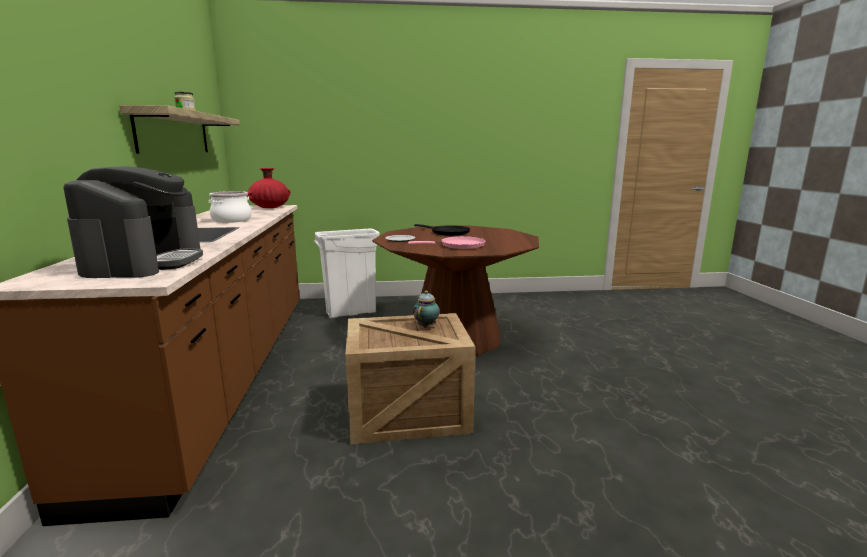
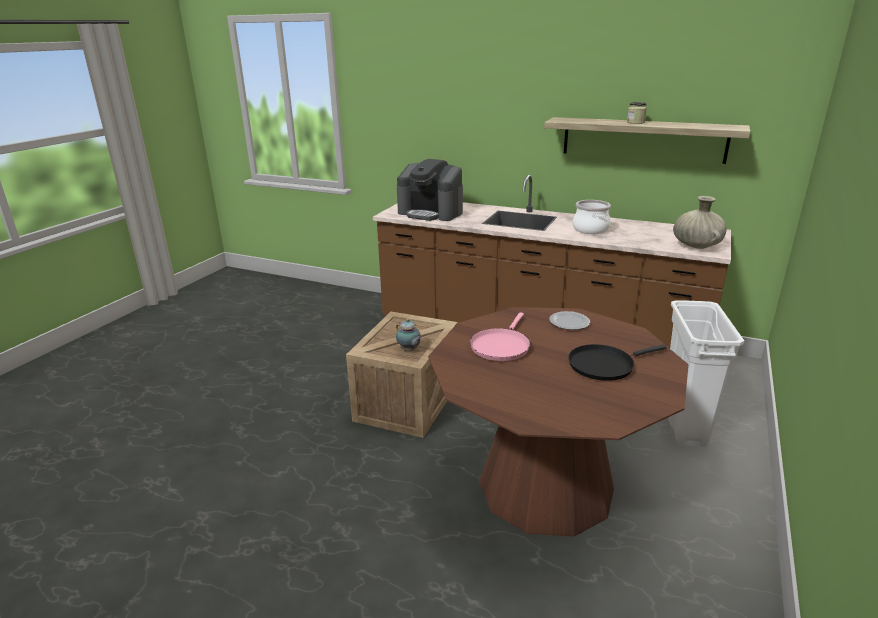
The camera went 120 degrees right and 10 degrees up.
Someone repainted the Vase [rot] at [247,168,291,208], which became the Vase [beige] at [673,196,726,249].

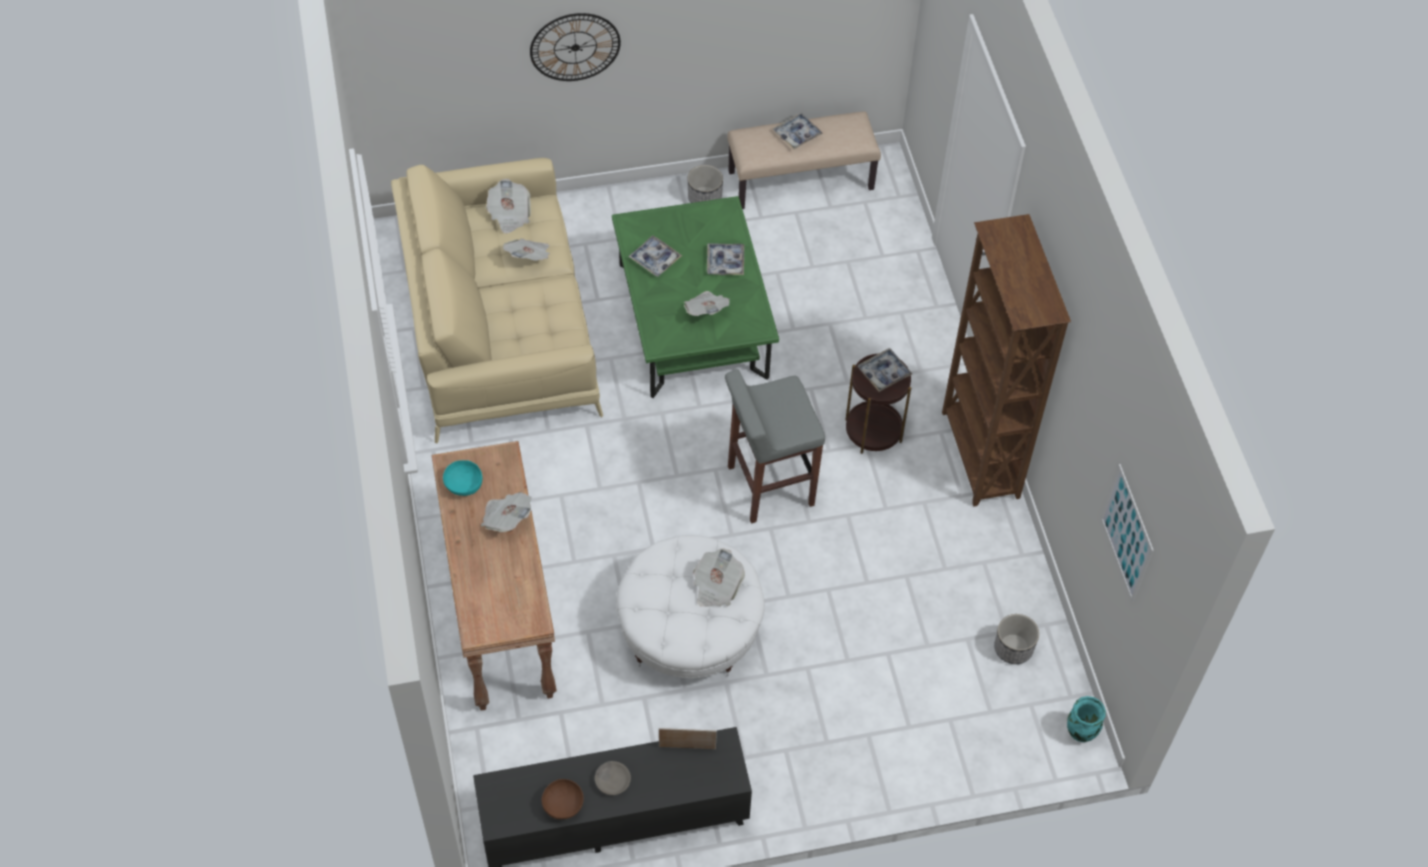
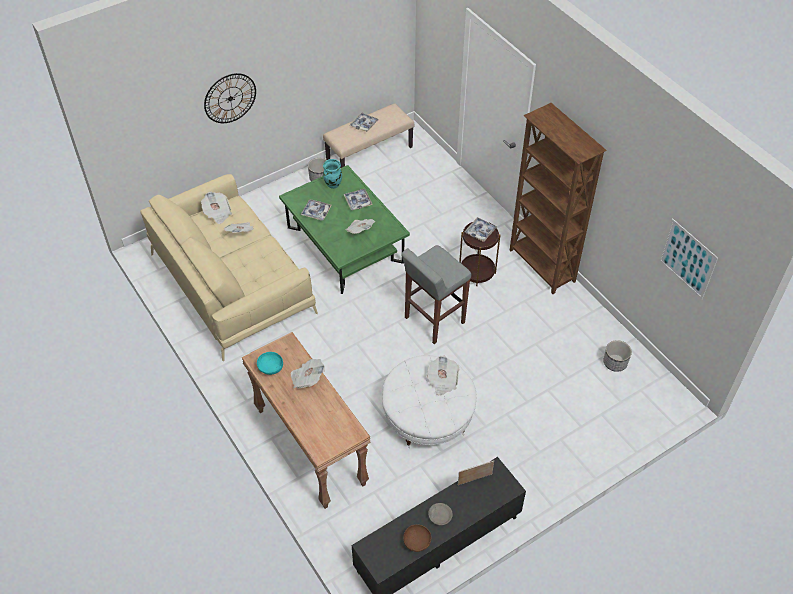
The camera went 20 degrees left and 5 degrees down.
Someone carried the Vase [türkis] from [1067,696,1106,742] to [323,159,342,189].

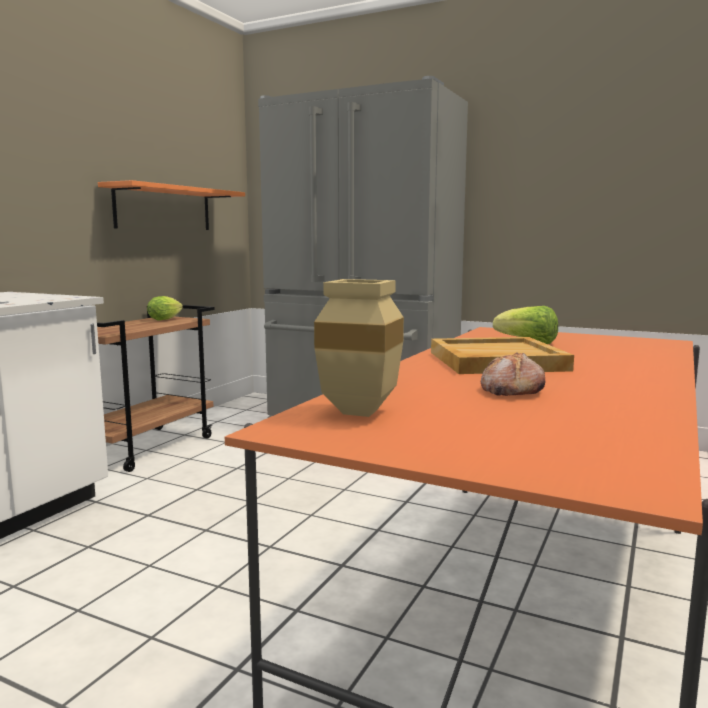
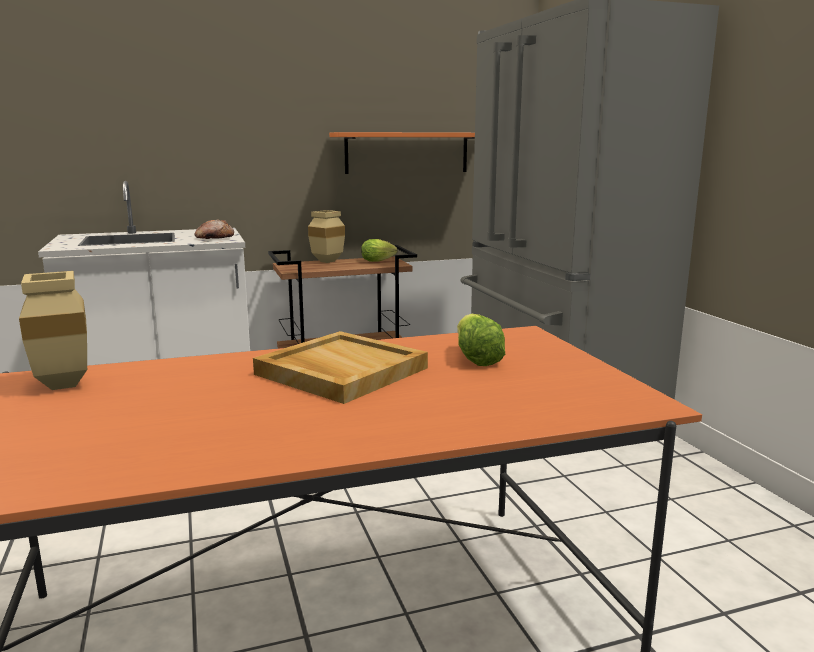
The camera went 45 degrees right and 5 degrees up.
Someone carried the Brot from [481,353,545,396] to [195,219,234,239].
Someone put down the Vase [beige] at [308,210,345,263].

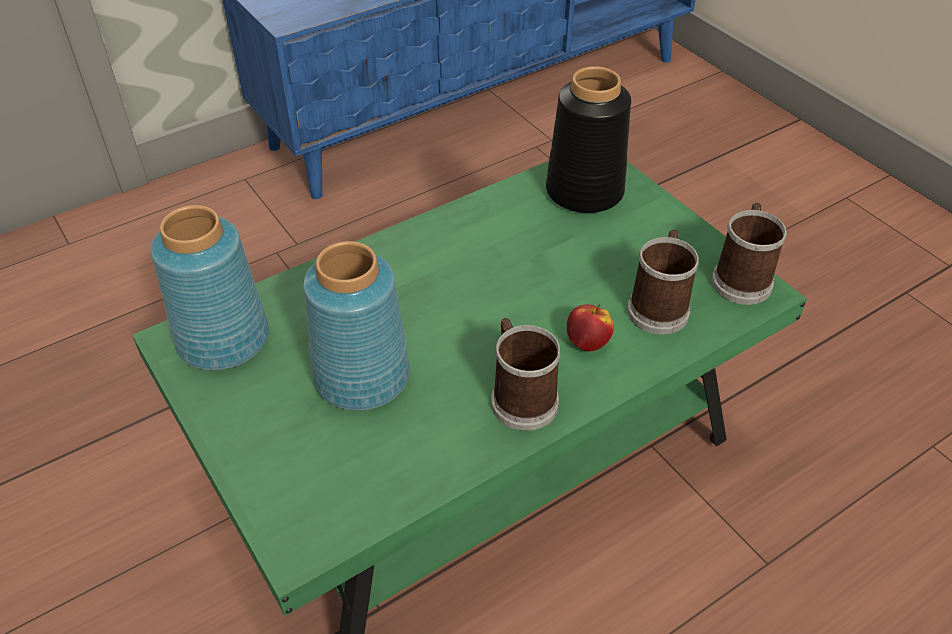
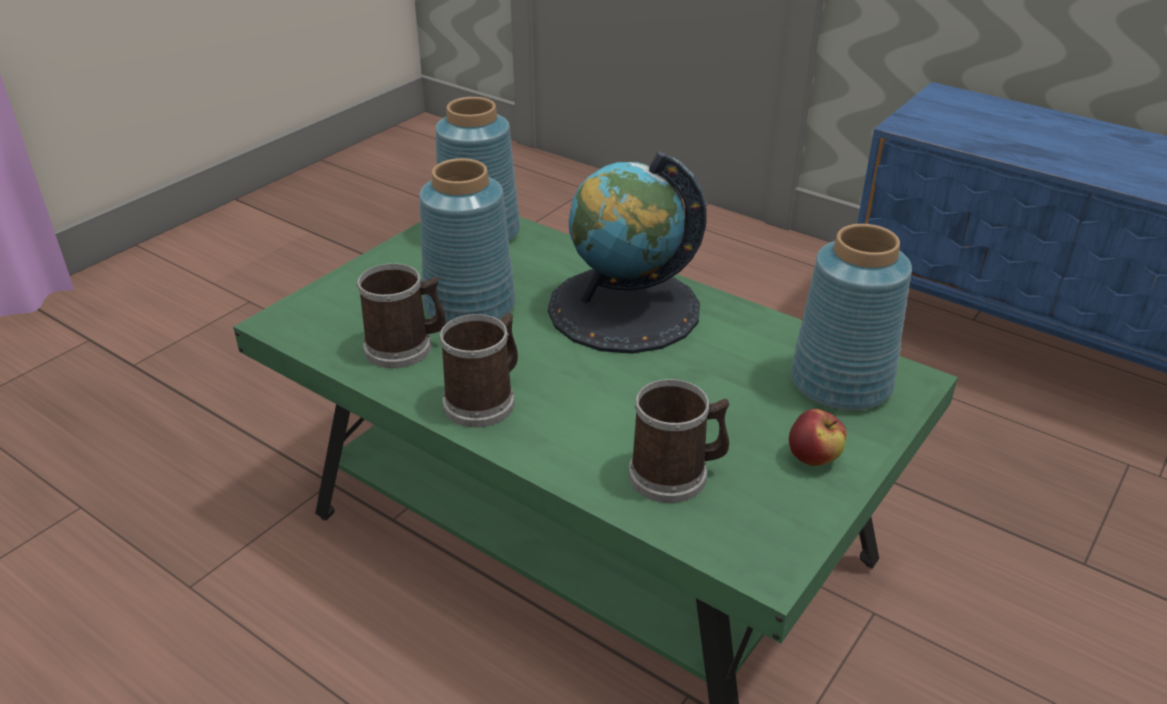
The camera went 70 degrees right and 10 degrees down.
Someone carried the Henkelbecher from [711,203,787,305] to [357,263,446,368].
Someone put down the Globus at [548,151,707,354].
Someone carried the Apfel from [567,304,614,351] to [789,409,847,466].
Someone repainted the Vase [schwarz] at [546,66,631,213], which became the Vase [blau] at [791,224,912,410].

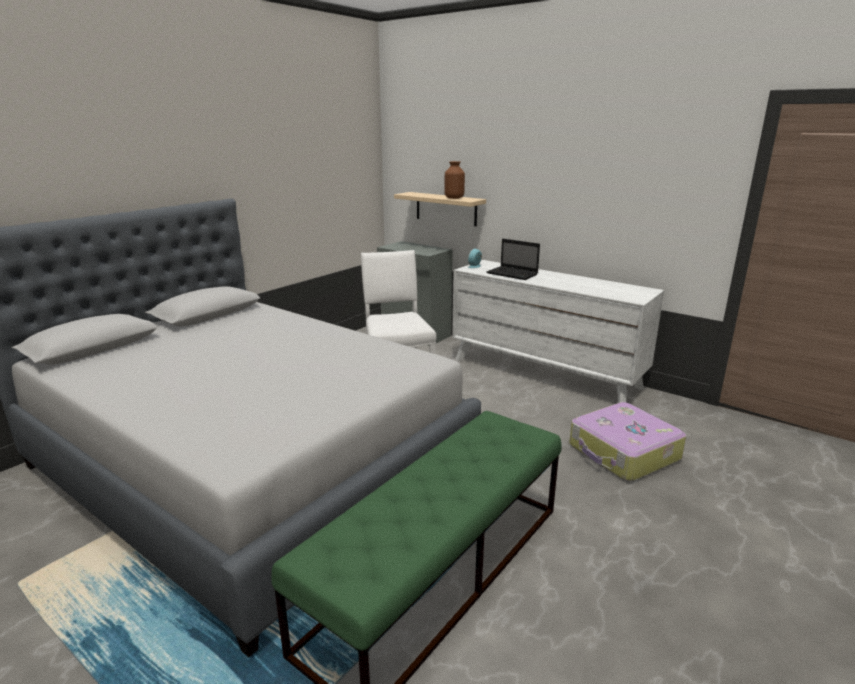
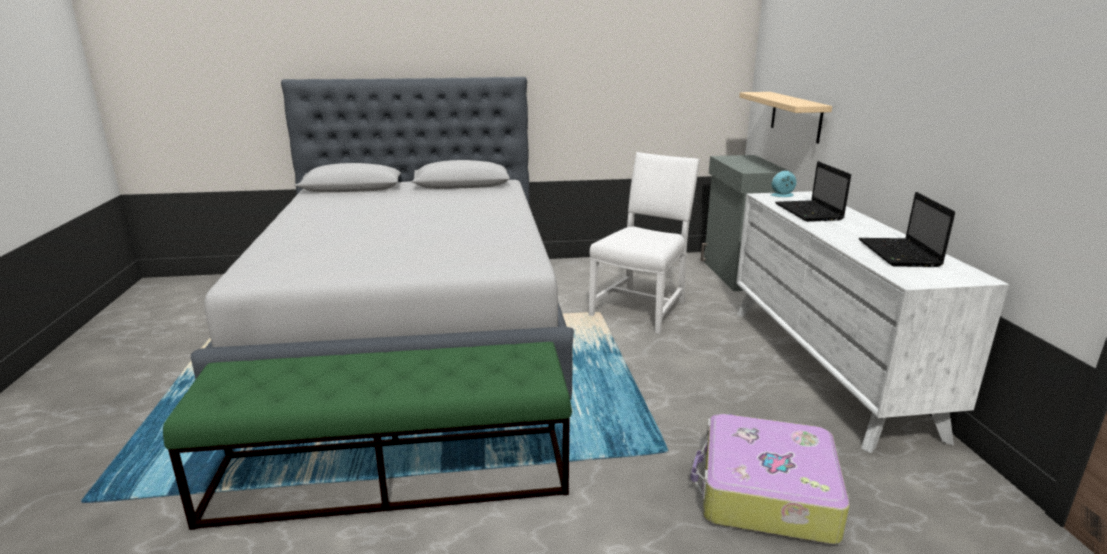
The camera went 45 degrees right and 0 degrees up.
Someone put down the Laptop at [859,192,955,267].
Someone took away the Vase [braun] at [444,161,465,199].

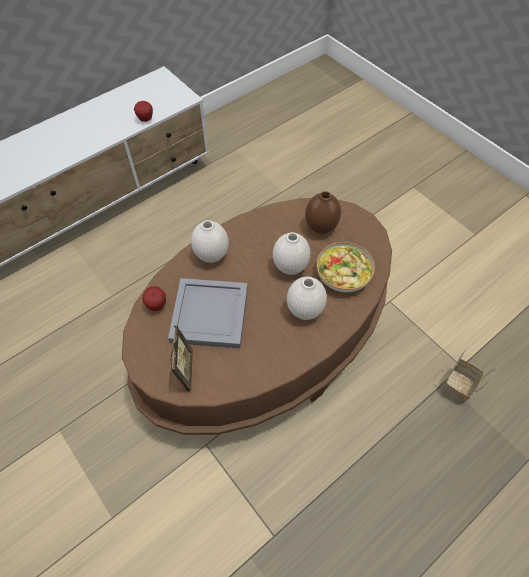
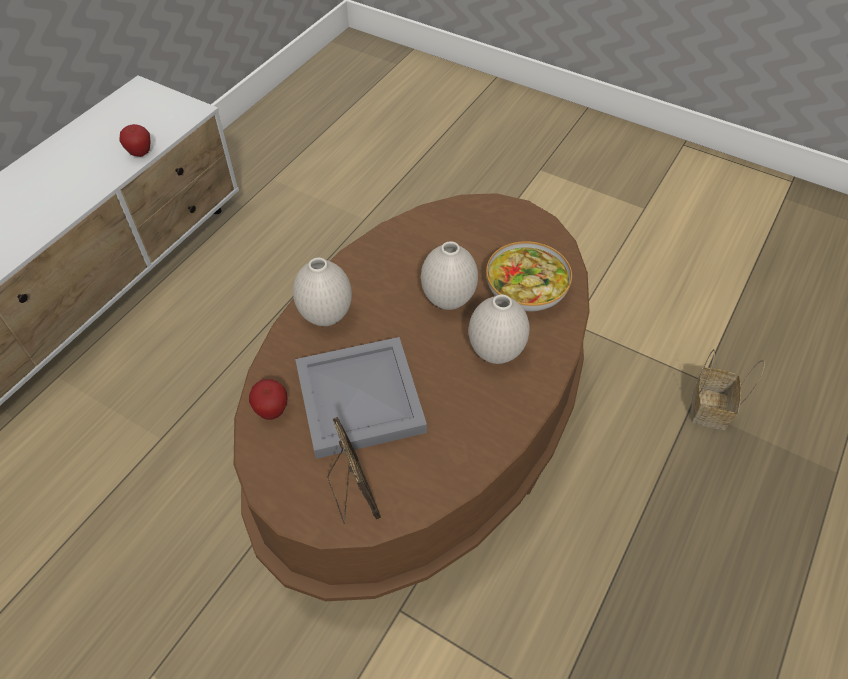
The camera went 20 degrees left and 5 degrees down.
Someone took away the Vase [braun] at [305,191,341,234].

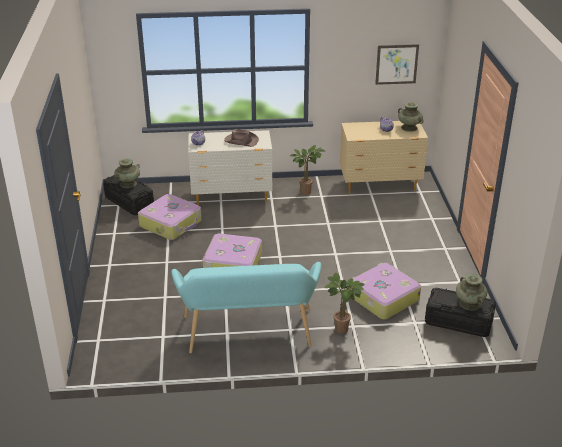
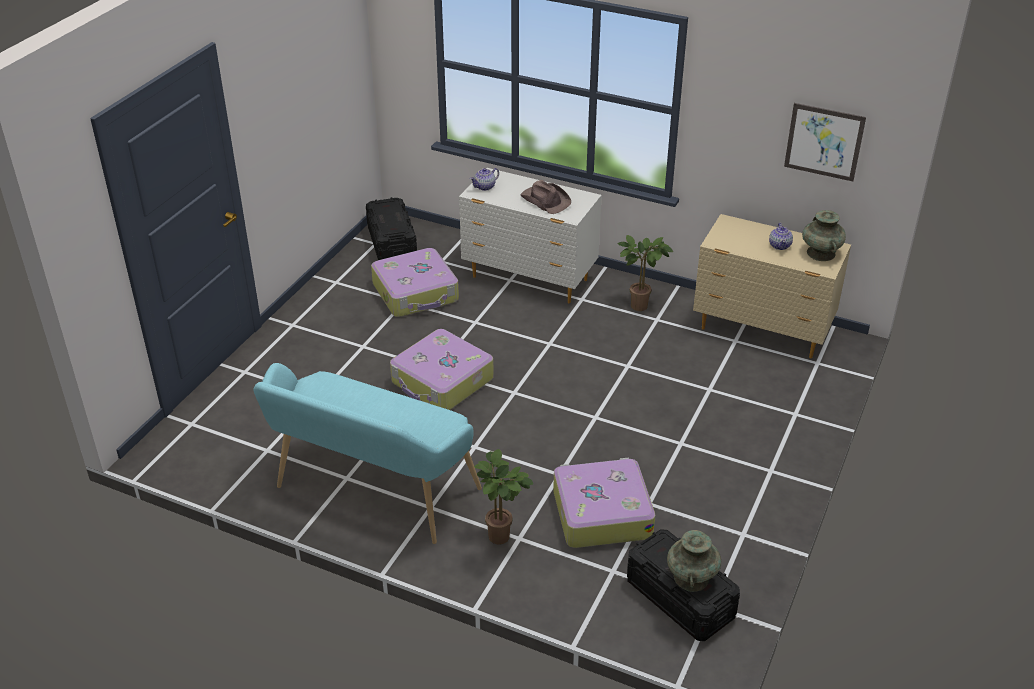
The camera went 30 degrees right and 5 degrees up.
Someone took away the Vase [türkis] at [114,158,140,188].

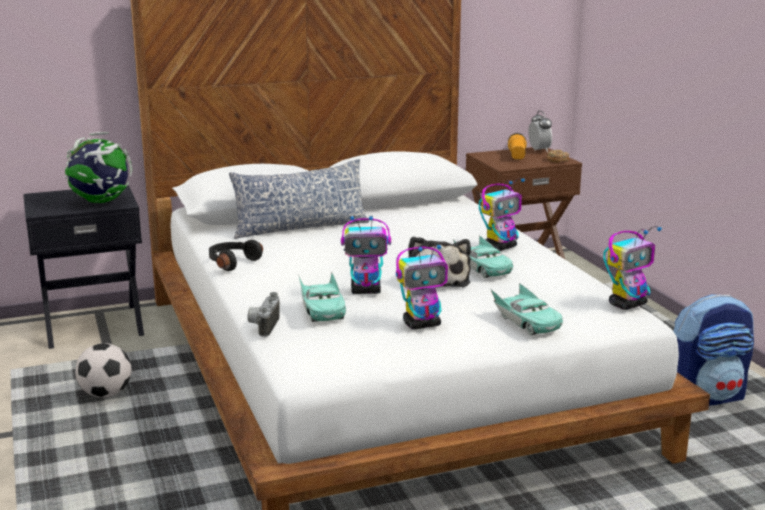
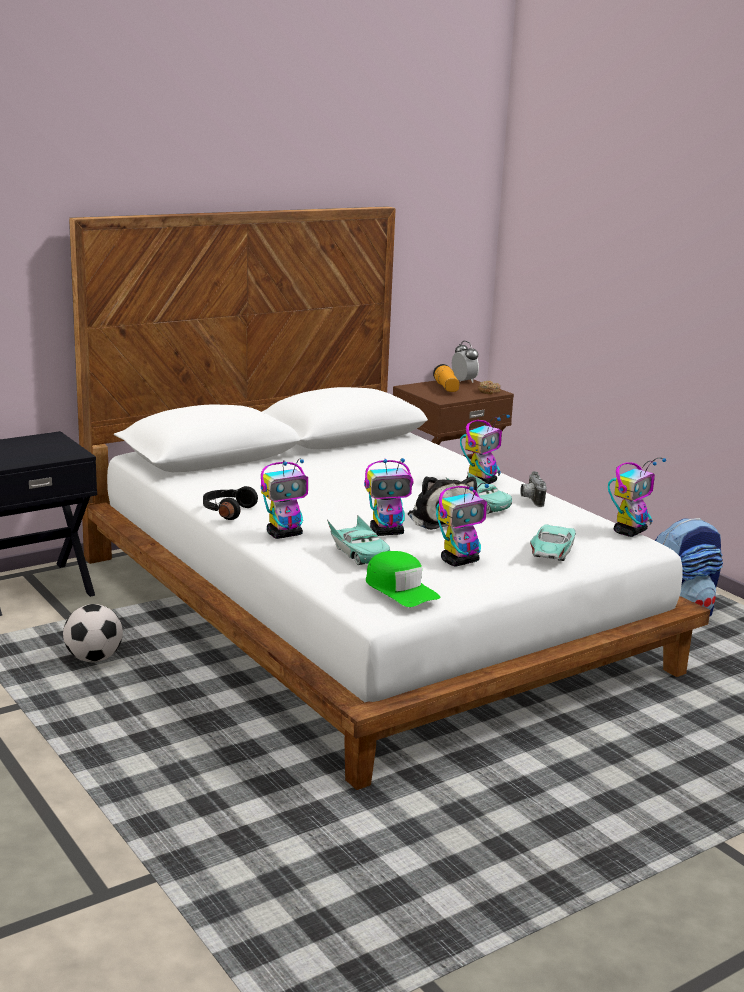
The camera went 15 degrees left and 0 degrees up.
Someone put down the Spielzeugroboter at [261,459,308,539].
Someone put down the Kappe [grün] at [366,551,440,607].
Someone carried the Kamera from [248,292,280,337] to [520,471,547,507].
Someone rotated the Spielzeugauto [türkis] at [490,283,563,335] by 120 degrees counterclockwise.
Someone took away the Globus at [65,132,132,203].
Someone took away the Kissen at [229,159,370,239].

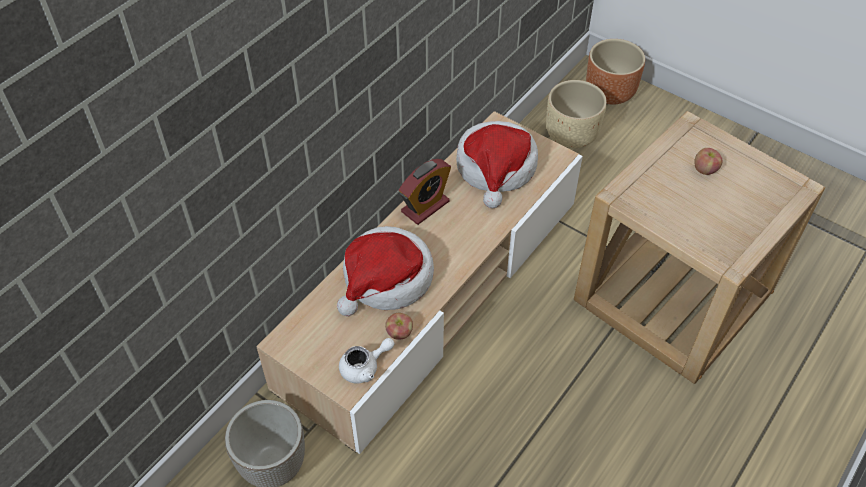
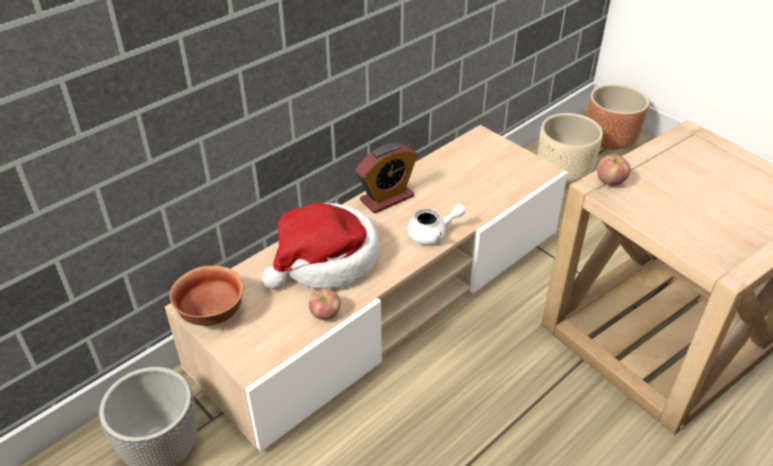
The camera went 10 degrees right and 10 degrees down.
Someone put down the Schüssel at [170,265,244,326].
Someone carried the Teekanne [weiß] from [339,338,394,384] to [407,204,466,245].
Someone carried the Apfel from [694,148,722,175] to [597,154,631,186].
Someone took away the Hut at [456,121,538,208].

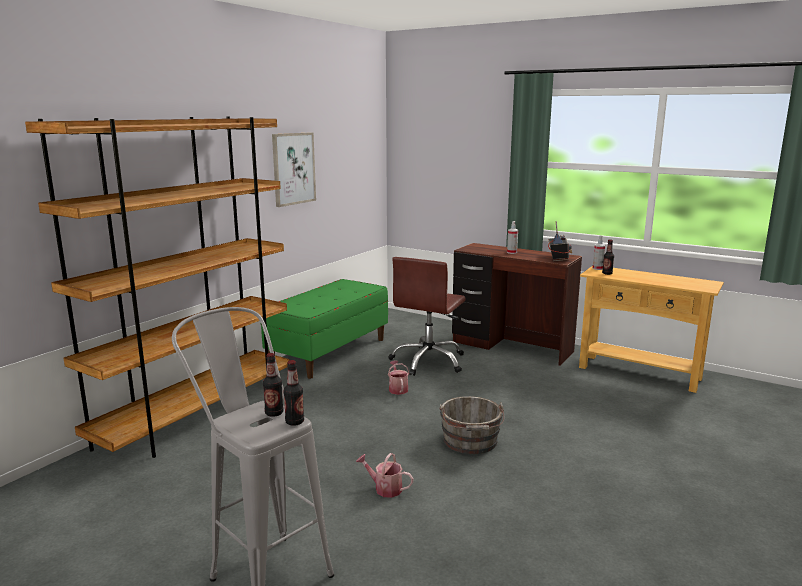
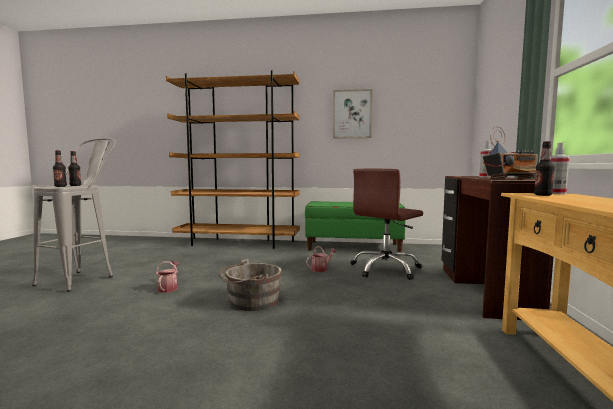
The camera went 65 degrees right and 10 degrees down.
Someone rotated the Bürostuhl [braun] at [388,257,466,376] by 45 degrees counterclockwise.

